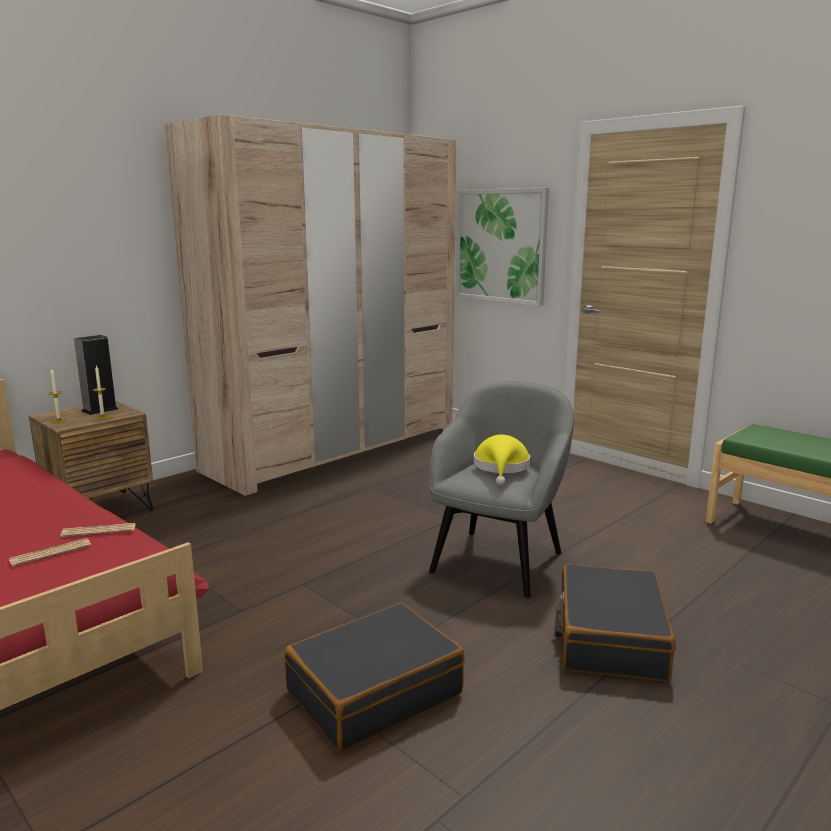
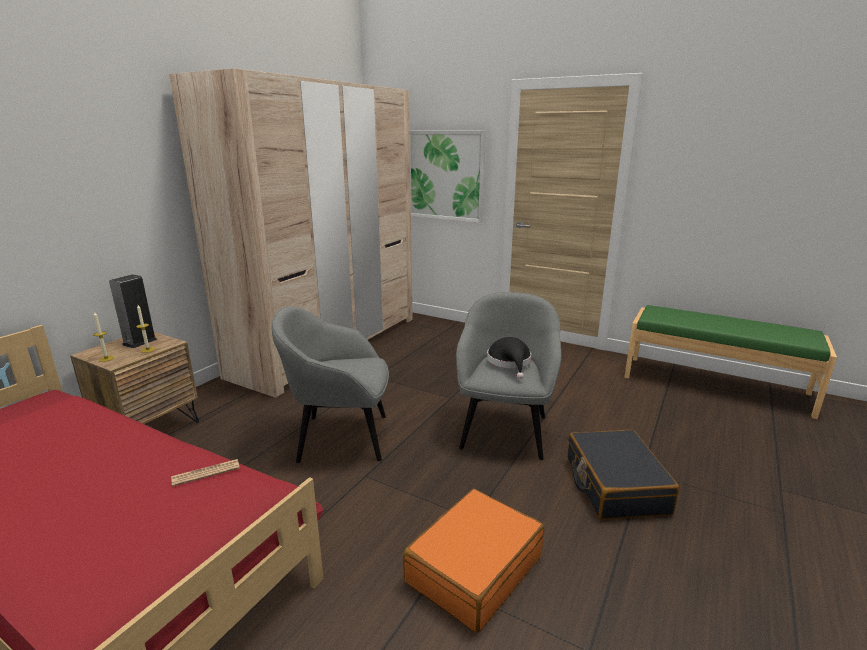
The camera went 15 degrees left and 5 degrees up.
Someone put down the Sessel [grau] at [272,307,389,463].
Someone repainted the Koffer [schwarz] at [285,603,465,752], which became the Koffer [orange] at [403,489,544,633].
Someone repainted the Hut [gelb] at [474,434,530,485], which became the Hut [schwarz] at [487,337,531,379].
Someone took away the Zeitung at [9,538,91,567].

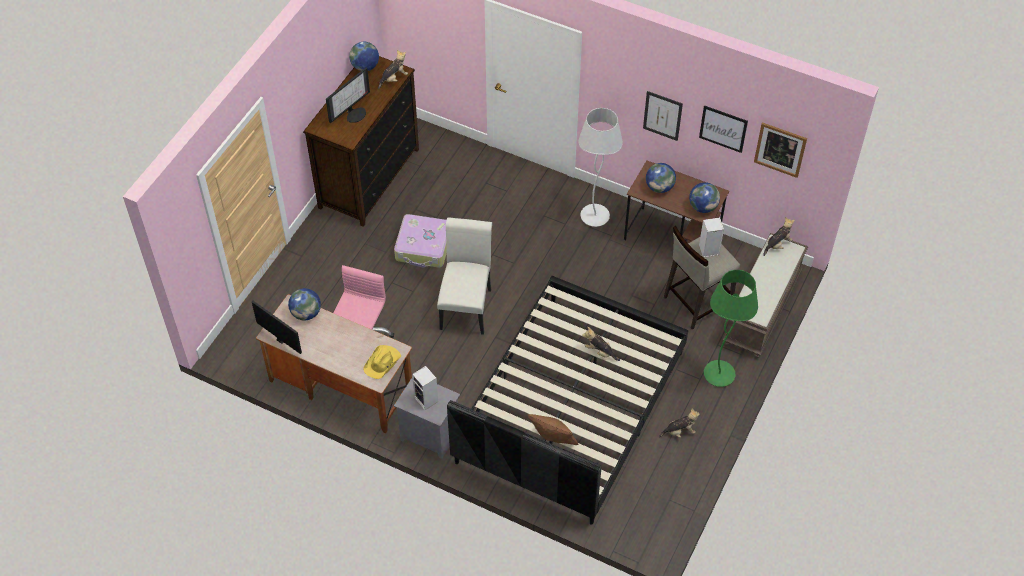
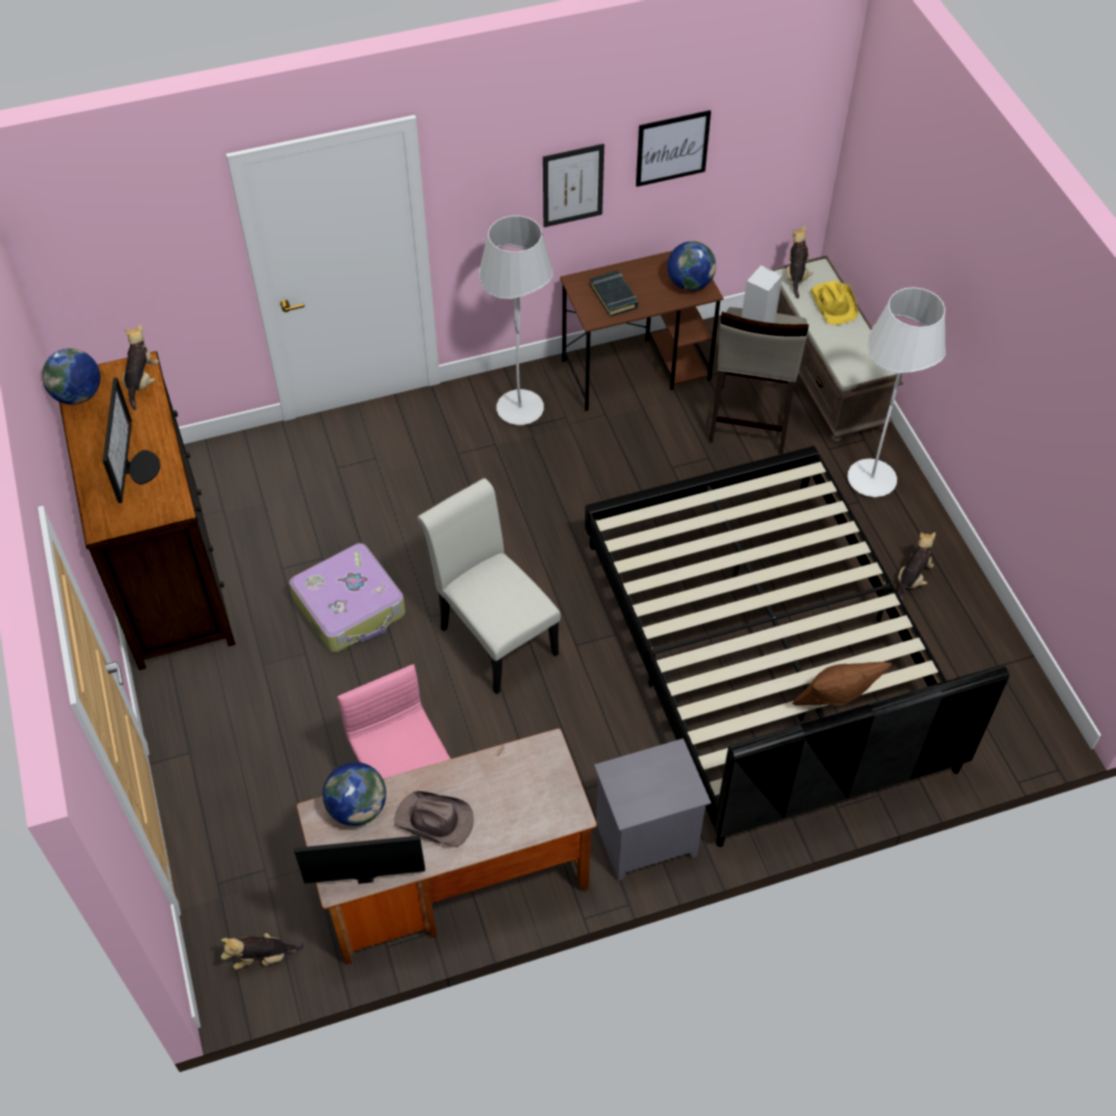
The camera went 45 degrees left and 0 degrees up.
Someone carried the Plüschtier from [582,327,620,361] to [221,933,304,970].
Someone put down the Hut [braun] at [394,791,474,847].
Someone swapped the Globus at [646,163,676,193] for the Buch [schwarz] at [590,270,639,317].
Someone carried the Hut [gelb] from [363,345,401,379] to [811,281,858,325].
Someone repainted the Stehlampe [grün] at [704,270,758,387], which became the Stehlampe [weiß] at [847,287,946,497].
Someone took away the Lautsprecher at [412,366,438,410].
Someone took away the Bild at [754,122,807,178].

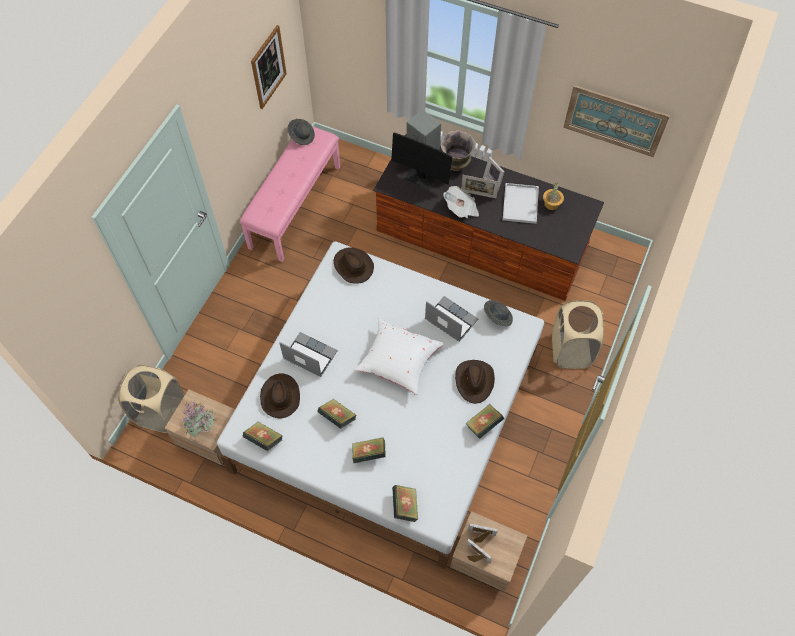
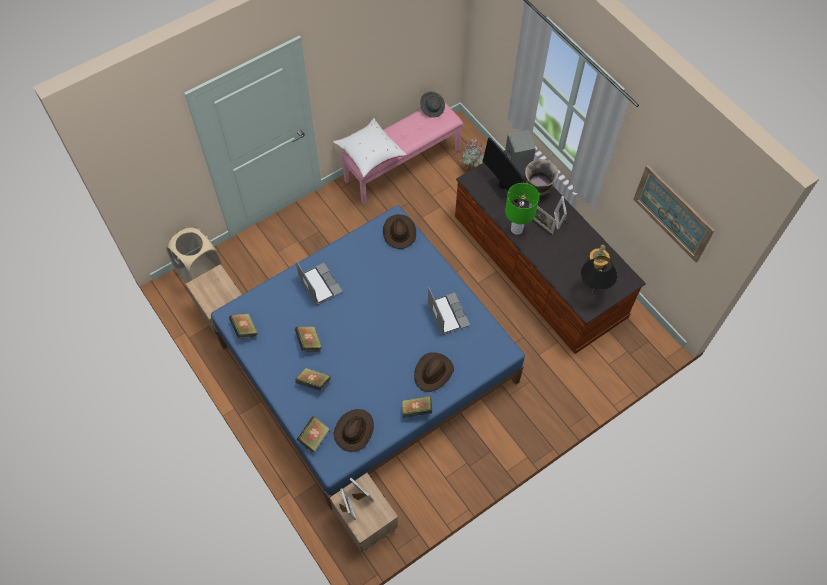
The camera went 30 degrees right and 0 degrees up.
Someone repainted the Bett [weiß] at [217,241,544,569], which became the Bett [blau] at [211,205,525,510].
Someone carried the Kissen [weiß] from [354,318,443,395] to [333,118,406,177].
Someone carried the Hut [braun] from [260,373,300,419] to [334,409,374,452].
Someone carried the Topfpflanze from [181,401,217,437] to [460,138,484,169].
Someone swapped the Zeitung at [443,186,479,218] for the Tischlampe [grün] at [505,183,539,234].
Someone put down the Tischlampe [schwarz] at [581,256,617,293].
Someone took away the Bild at [251,25,287,109].
Someone took away the Hut [grau] at [484,300,513,326].
Someone took away the Tablett [weiß] at [503,183,539,224].
Someone took away the Wäschekorb [beige] at [552,300,604,369].

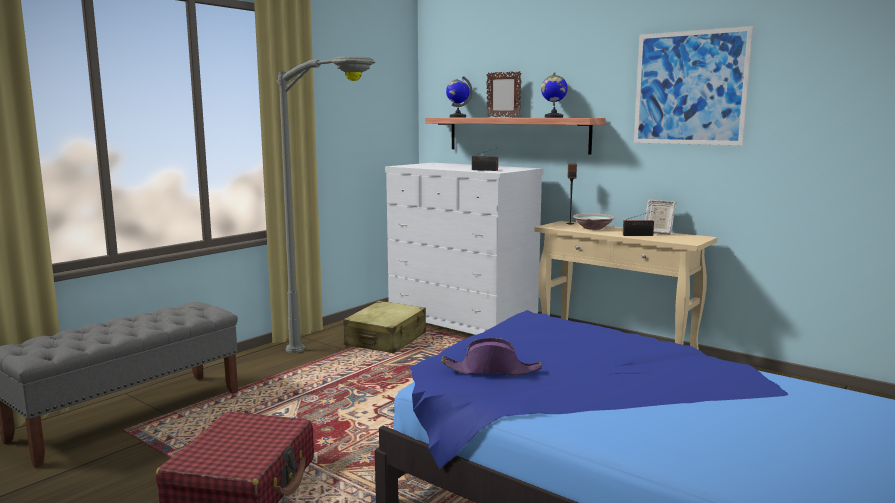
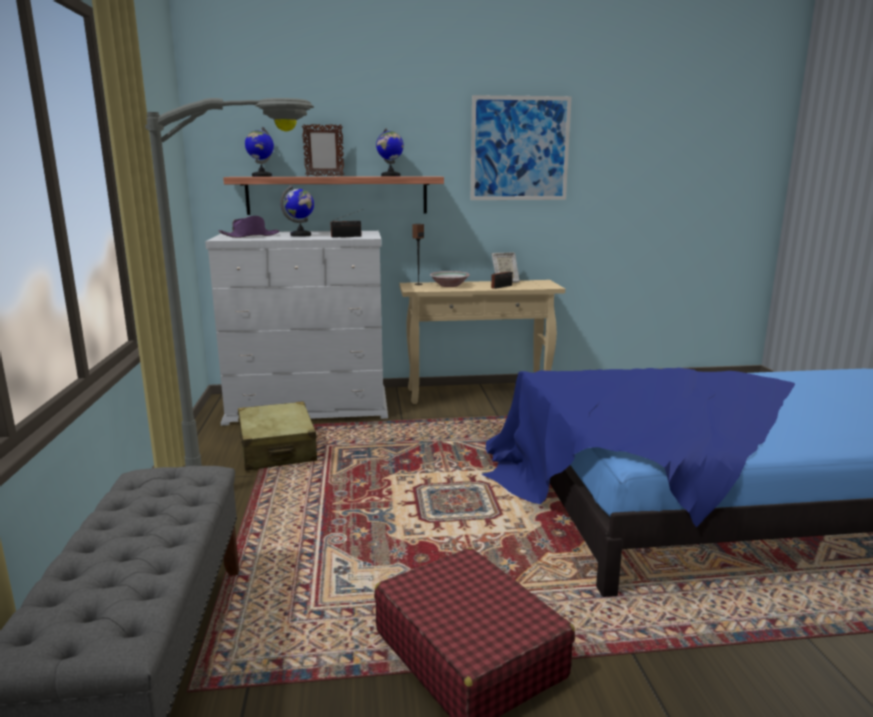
The camera went 45 degrees left and 5 degrees up.
Someone carried the Hut [lila] from [441,338,542,375] to [218,216,280,238].
Someone put down the Globus at [280,185,314,237].

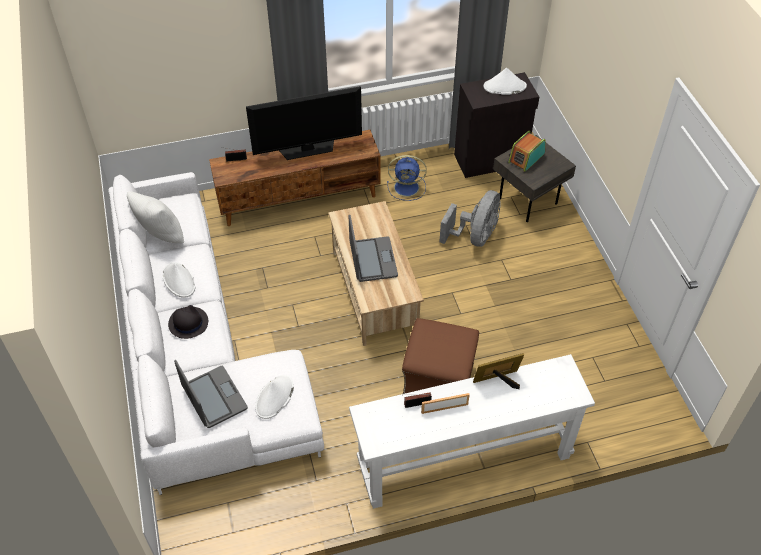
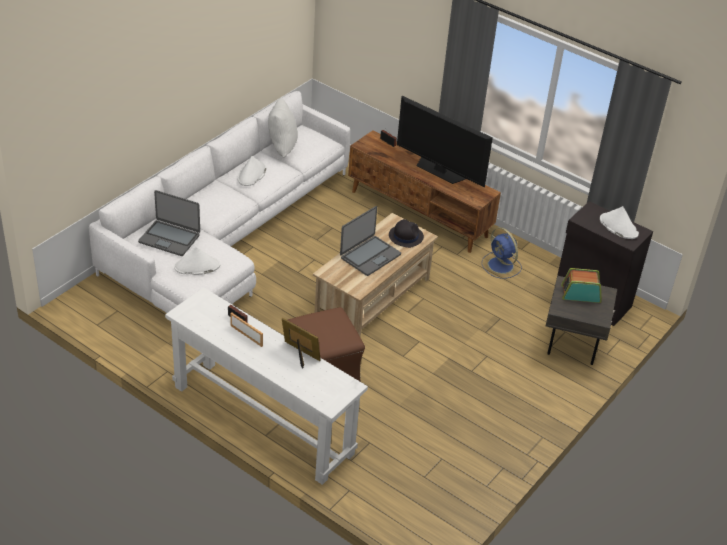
The camera went 50 degrees right and 10 degrees down.
Someone rotated the Laptop at [174,360,248,428] by 90 degrees clockwise.
Someone carried the Hut [schwarz] from [168,305,208,339] to [389,219,424,248].
Someone took away the Ventilator [grau] at [439,190,501,247].

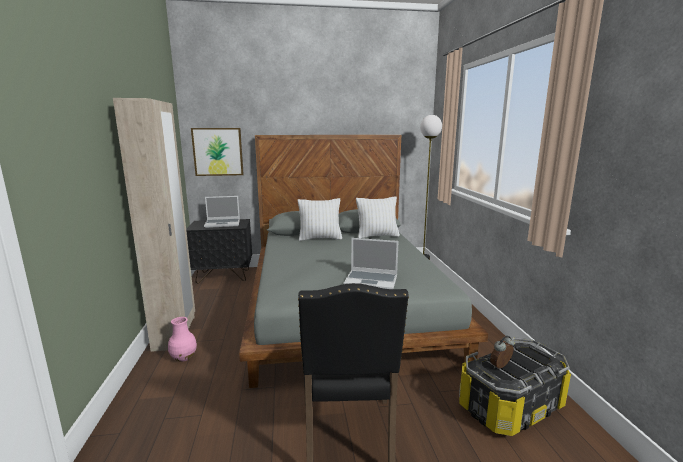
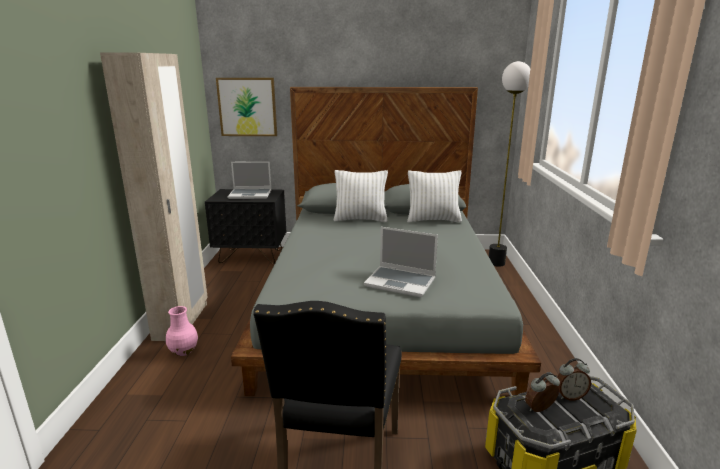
The camera went 10 degrees right and 5 degrees up.
Someone put down the Wecker at [557,358,591,401].

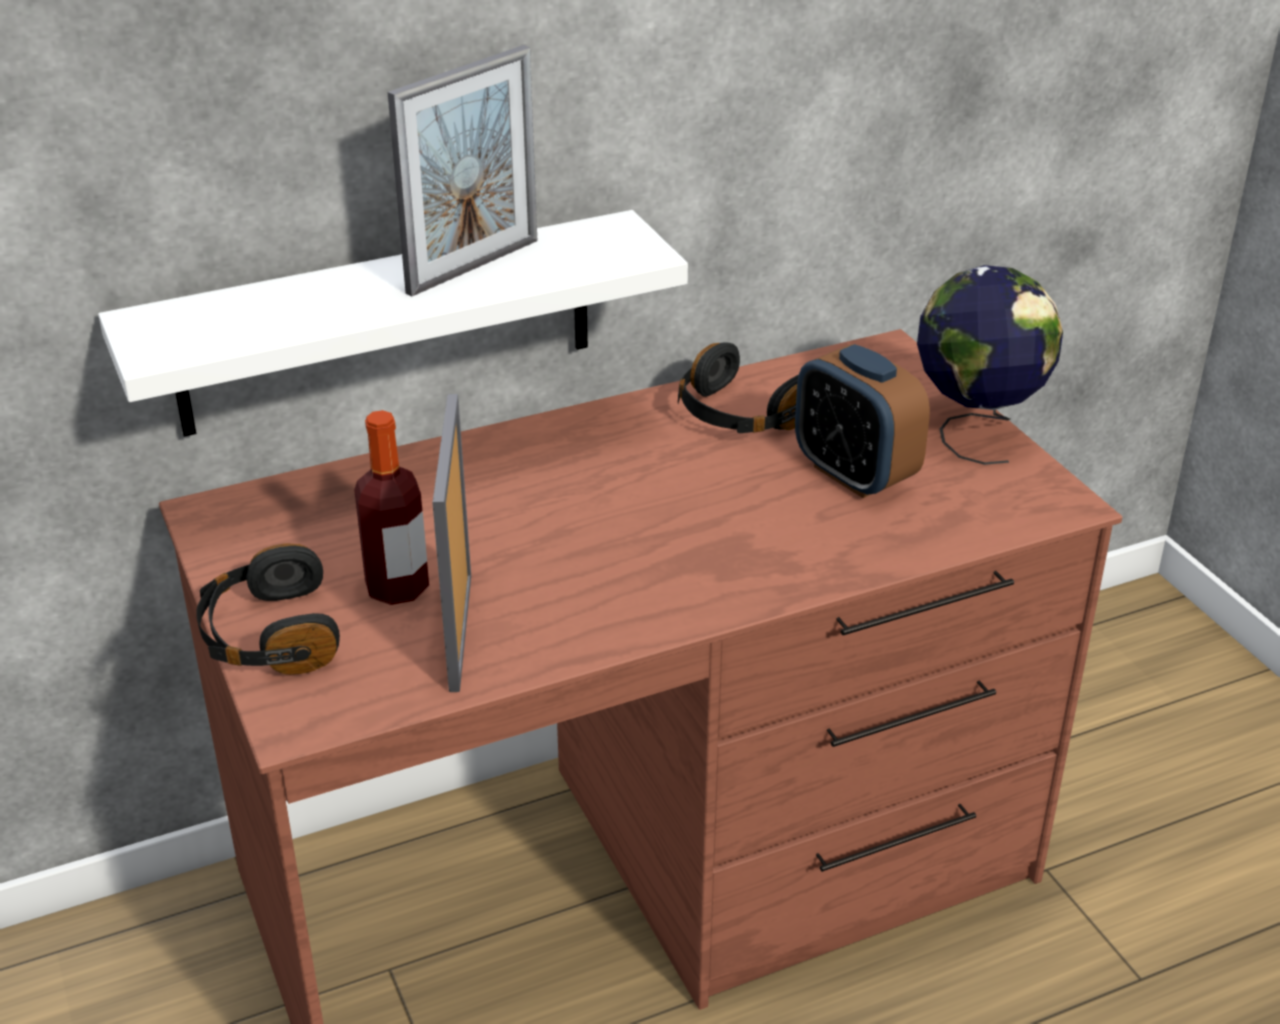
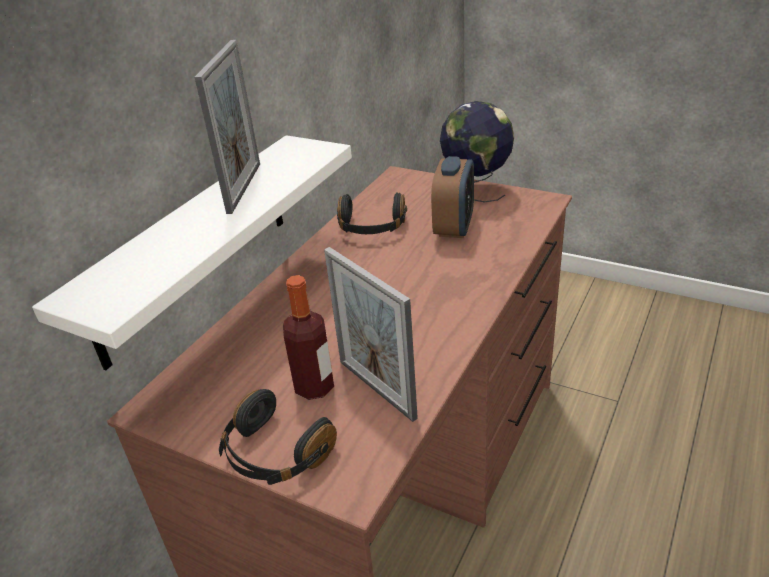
The camera went 35 degrees left and 0 degrees up.
Someone rotated the Wecker at [795,344,930,498] by 90 degrees counterclockwise.

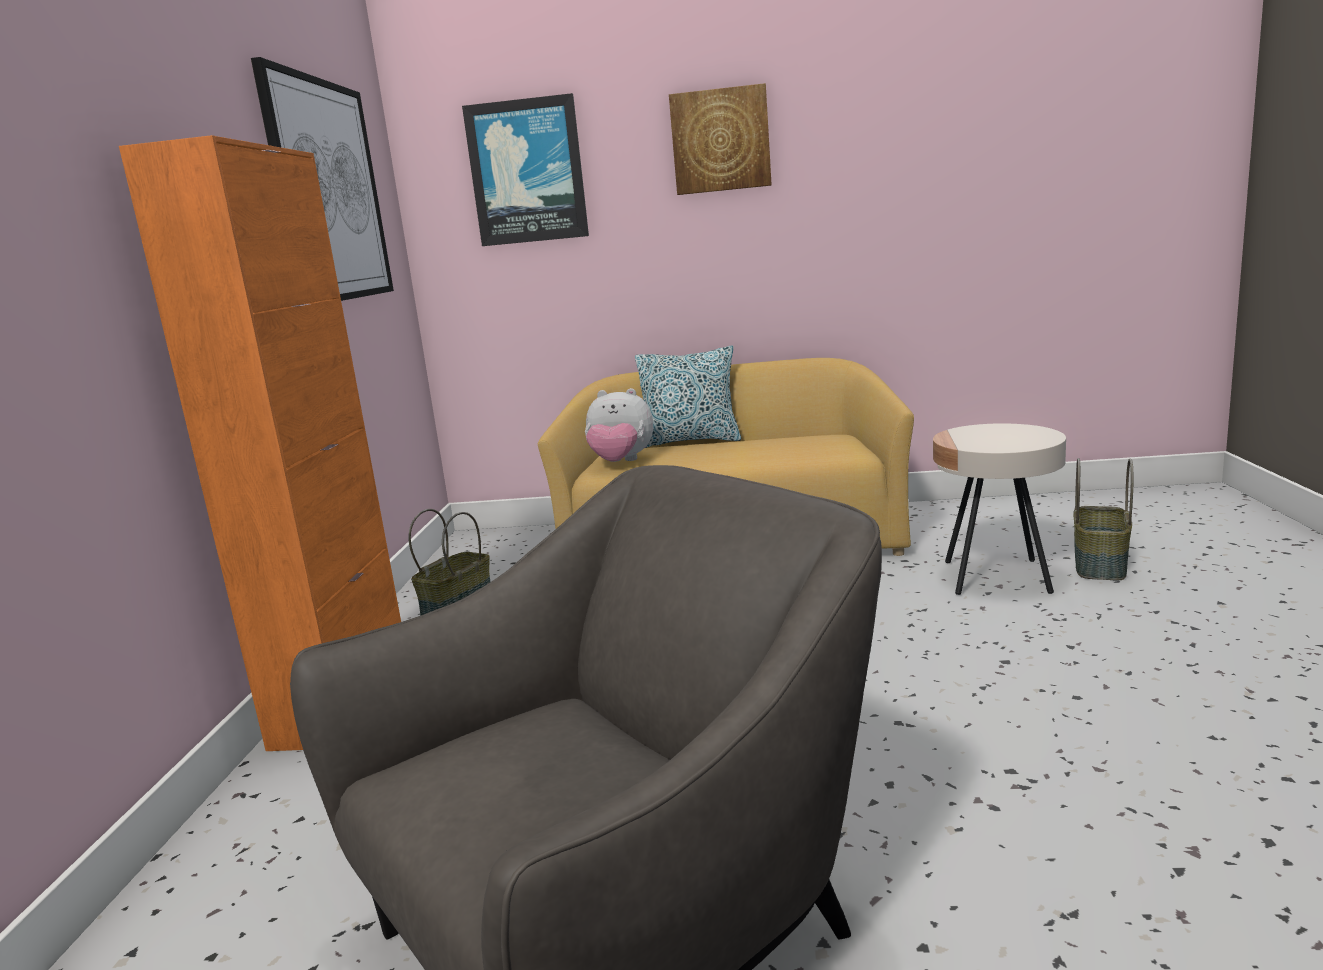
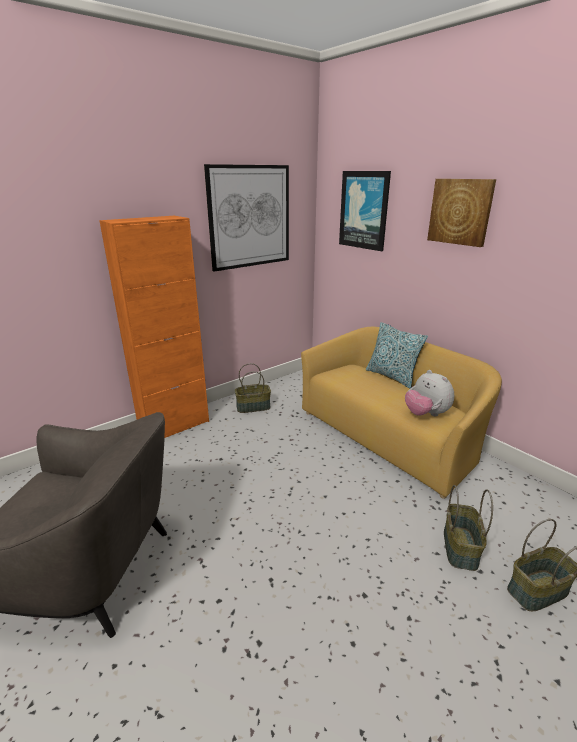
The camera went 45 degrees right and 10 degrees up.
Someone carried the Plüschtier from [585,388,653,462] to [405,370,454,416].
Someone swapped the Beistelltisch [beige] at [933,423,1066,595] for the Korb at [444,485,493,571].

